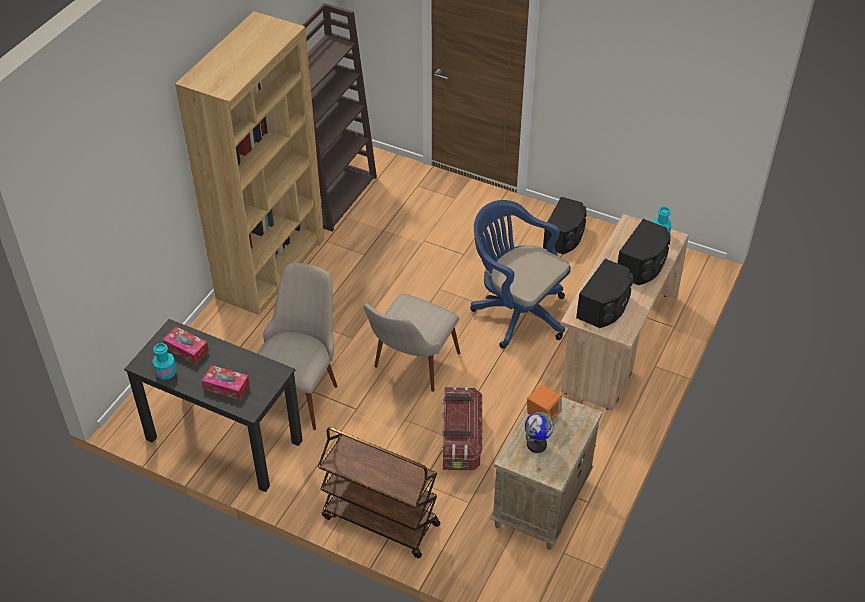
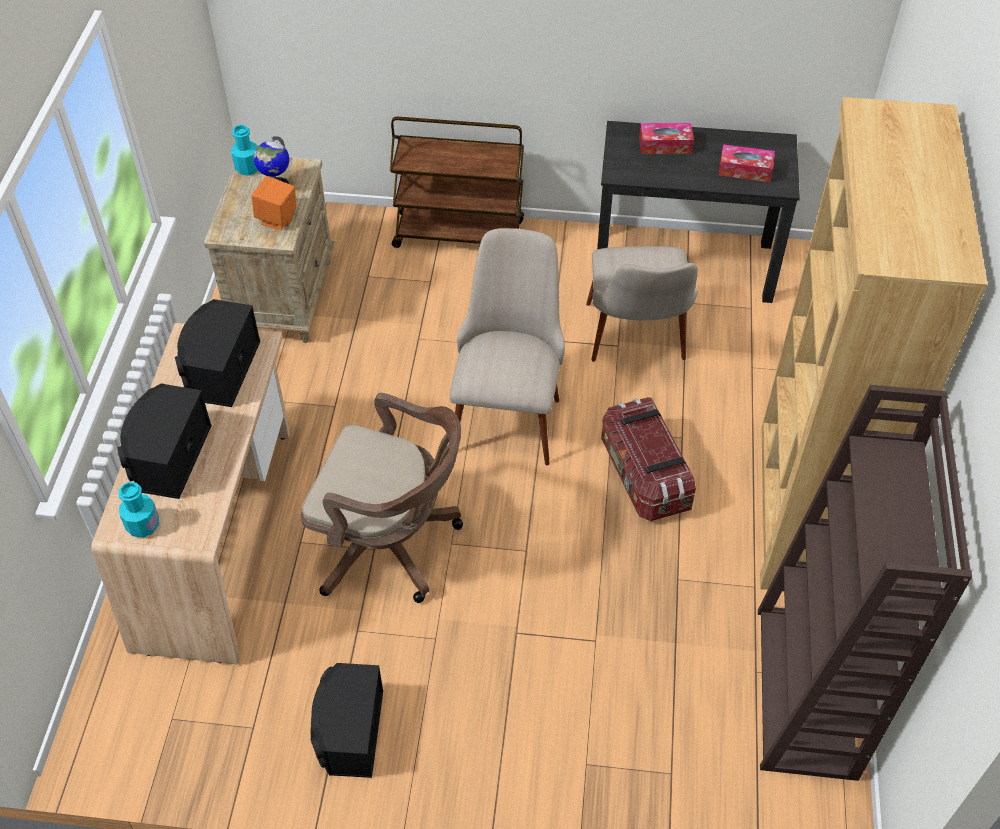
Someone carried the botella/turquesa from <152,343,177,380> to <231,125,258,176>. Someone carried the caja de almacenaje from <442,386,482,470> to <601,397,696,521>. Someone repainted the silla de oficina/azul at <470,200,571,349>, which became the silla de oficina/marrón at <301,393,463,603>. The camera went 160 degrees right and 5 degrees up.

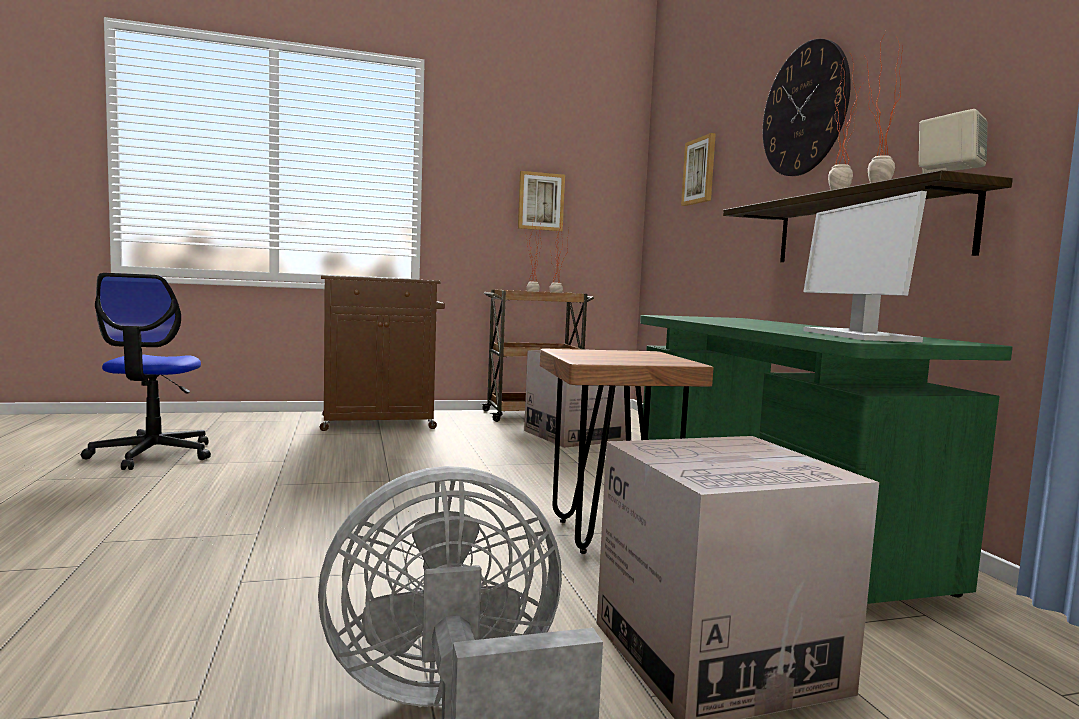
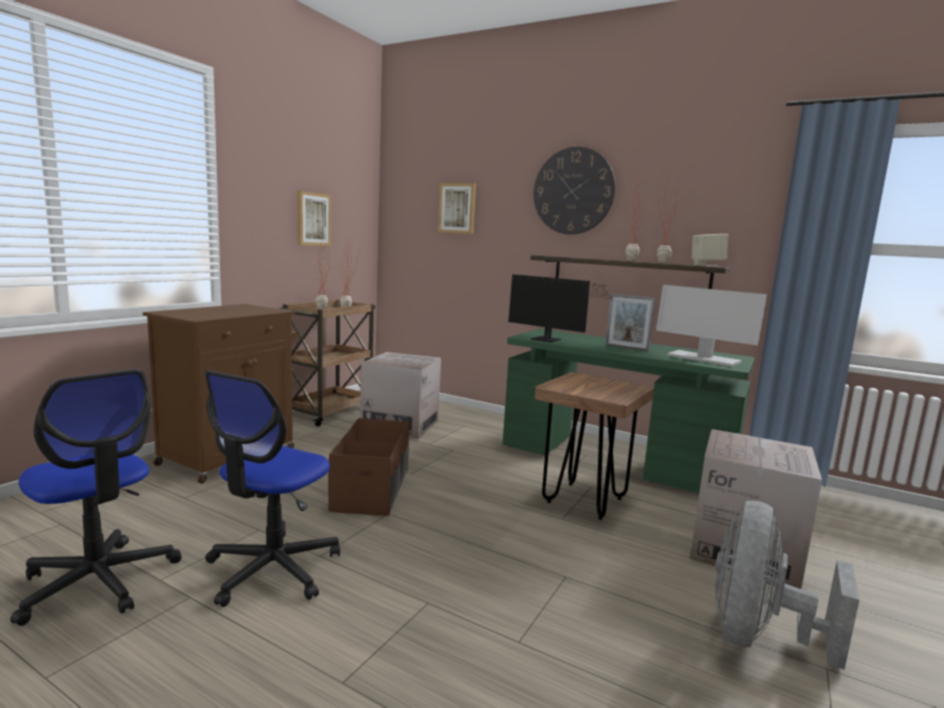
Someone put down the silla de oficina at <204,370,340,607>. Someone put down the caja de almacenaje/marrón at <328,418,409,516>. Someone put down the monitor at <508,274,616,342>. Someone put down the portarretratos at <605,294,655,351>. The camera went 45 degrees left and 5 degrees up.

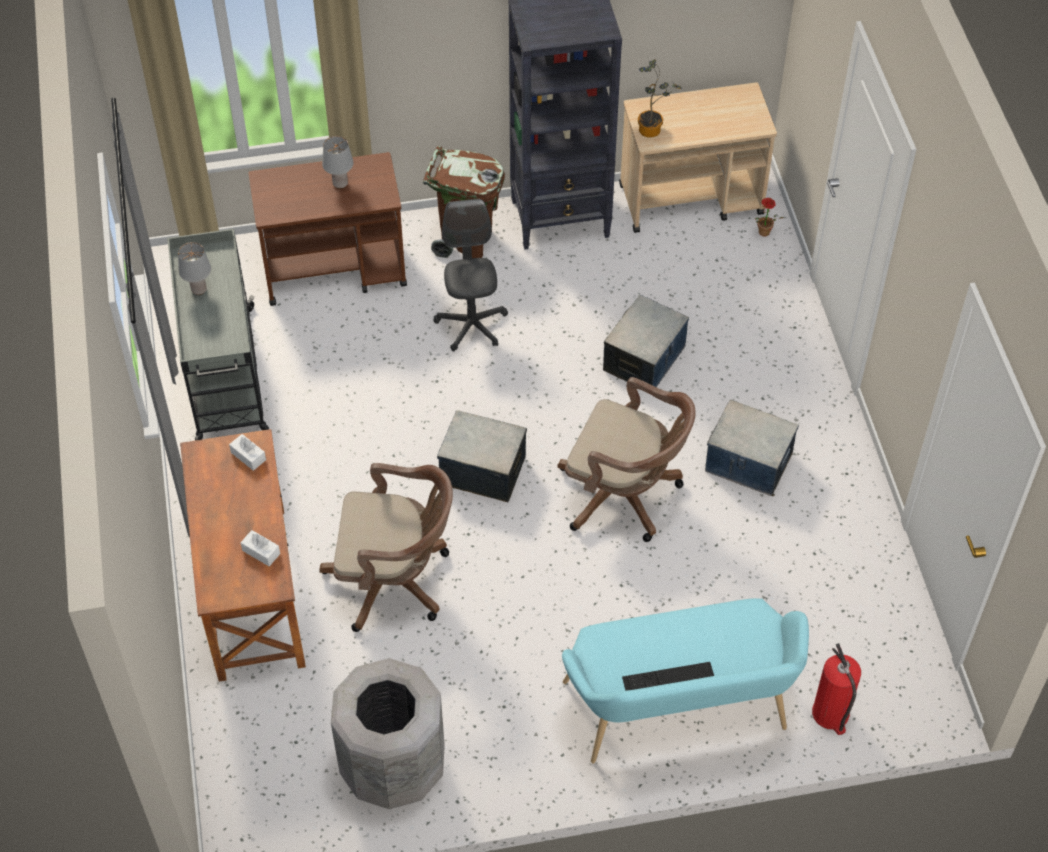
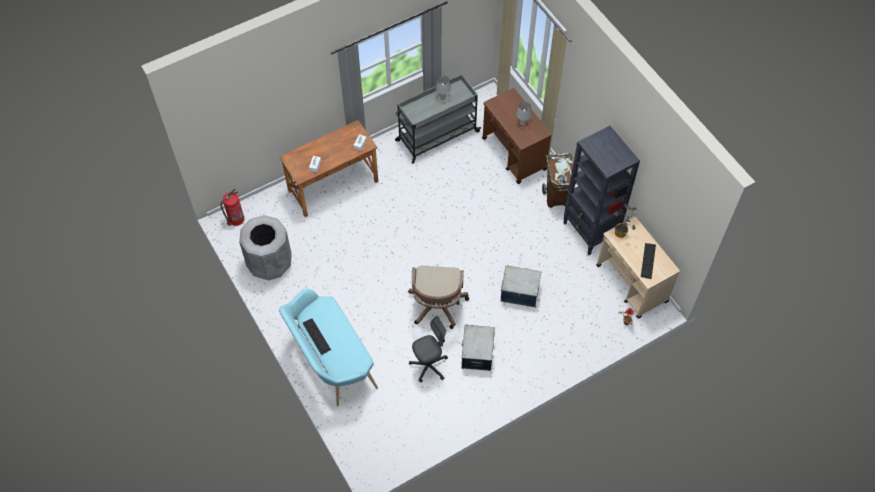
Someone took away the silla de oficina/marrón at <319,463,453,632>. Someone took away the caja de almacenaje at <437,410,527,502>. Someone put down the teclado at <641,243,656,279>. Someone carried the silla de oficina/gris from <434,199,508,352> to <409,316,448,383>. Someone carried the extintor from <812,643,861,735> to <220,189,245,226>. The camera went 70 degrees right and 5 degrees up.

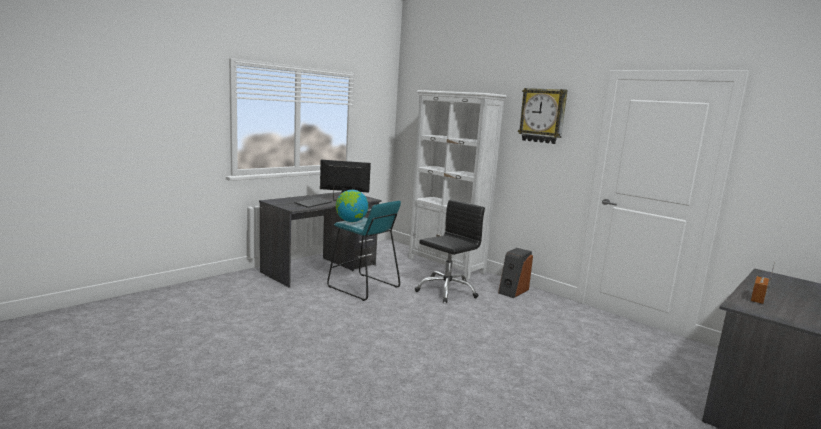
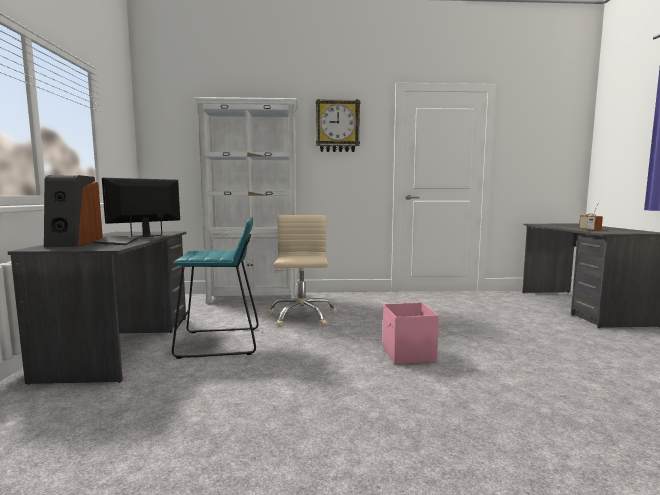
Someone took away the globo terráqueo at <336,190,368,222>. Someone put down the caja de almacenaje/rosa at <383,303,439,364>. Someone carried the altavoz from <498,248,533,298> to <44,175,103,247>. Someone repainted the silla de oficina/negro at <415,199,485,303>, which became the silla de oficina/beis at <267,215,337,326>. The camera went 45 degrees left and 5 degrees down.

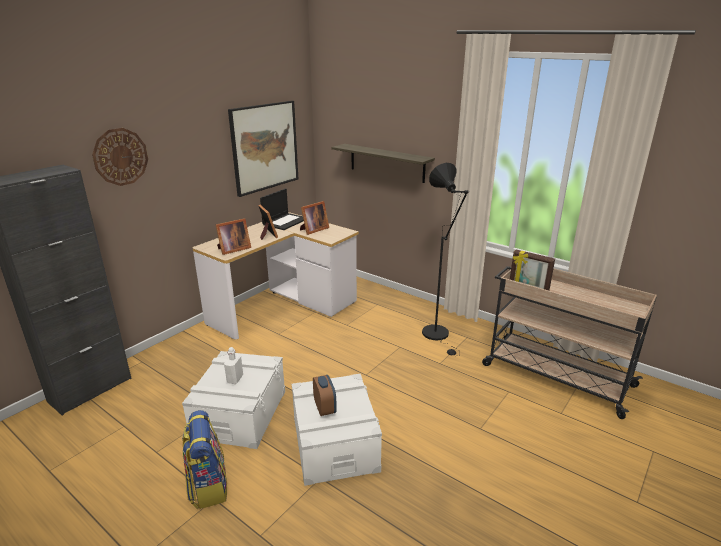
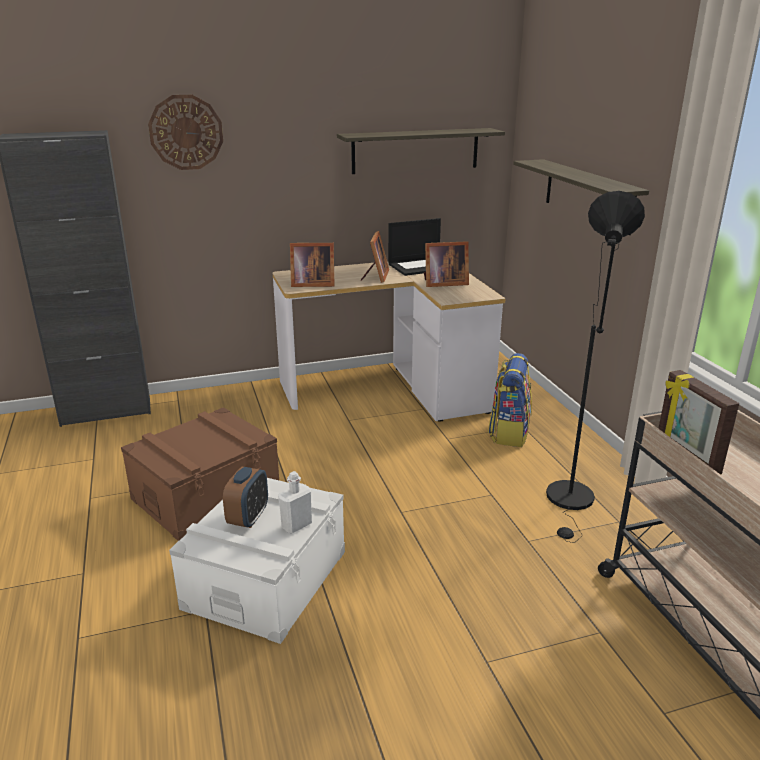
Someone carried the mochila from <182,410,227,509> to <488,353,532,447>. Someone carried the botella/blanco from <224,347,243,384> to <278,471,312,534>. Someone swapped the cuadro at <228,100,298,197> for the estante at <337,128,505,174>. Someone repainted the caja de almacenaje/blanco at <182,351,285,449>, which became the caja de almacenaje/marrón at <121,407,279,541>. The camera went 35 degrees right and 0 degrees up.

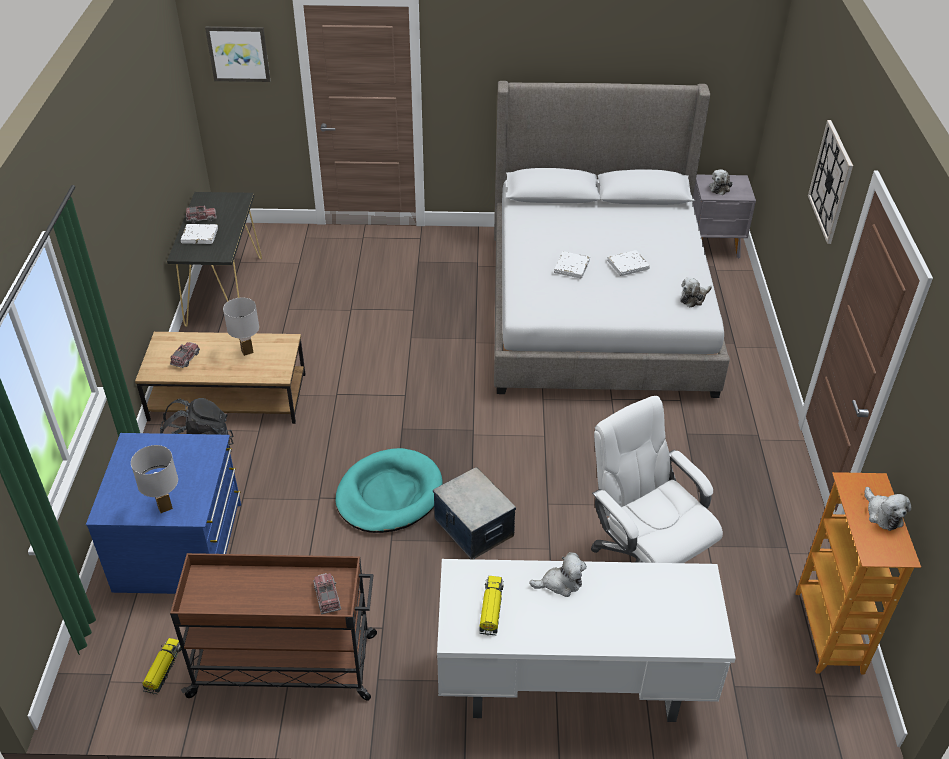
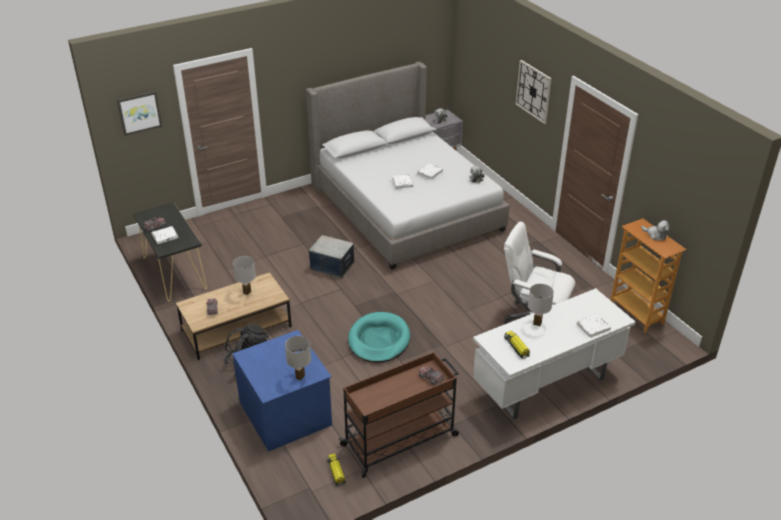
Someone put down the libro/blanco at <577,314,611,337>. Someone carried the caja de almacenaje from <433,467,516,559> to <308,235,354,278>. Someone swapped the peluche at <529,552,587,597> for the lámpara de mesa/blanco at <528,284,554,326>. The camera went 30 degrees left and 5 degrees down.

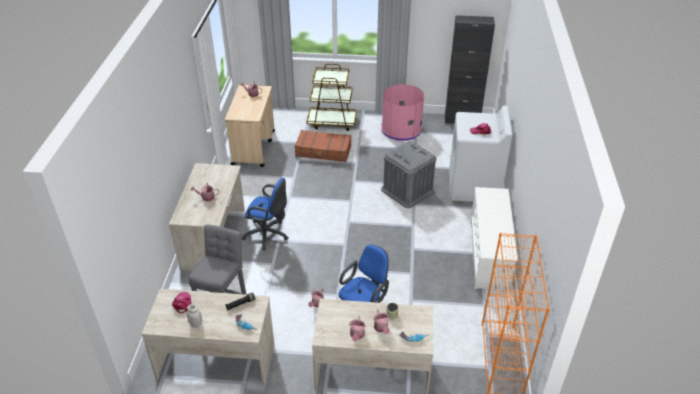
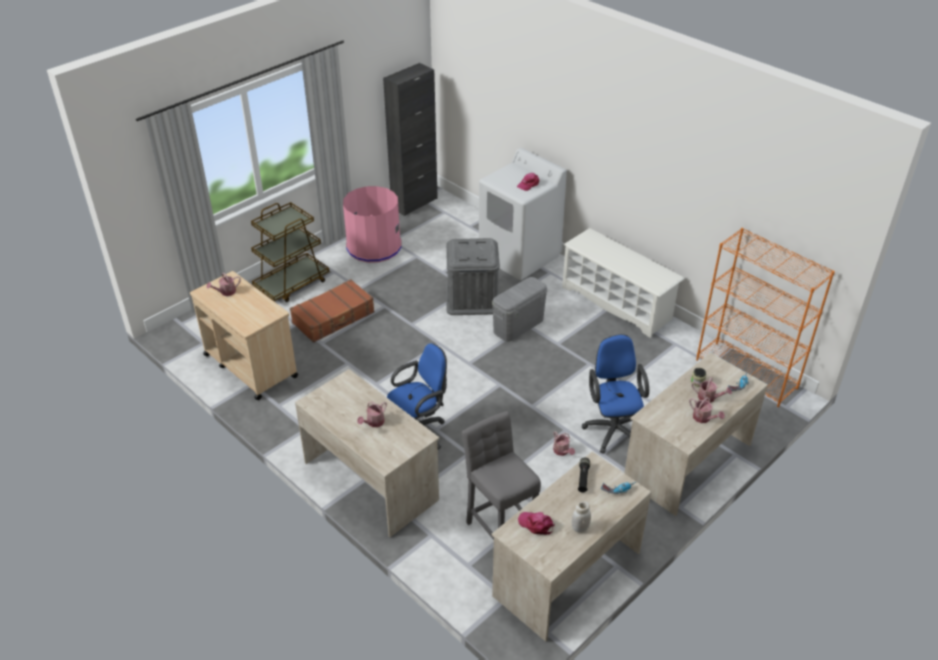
Someone put down the caja de almacenaje/gris at <492,277,547,342>. The camera went 50 degrees left and 0 degrees up.

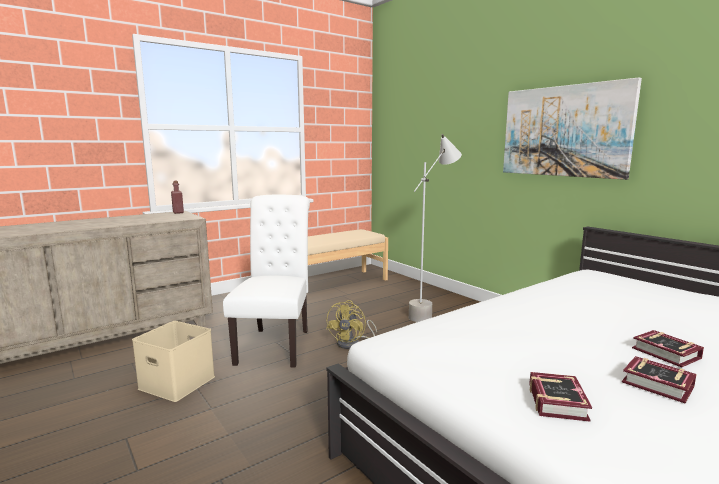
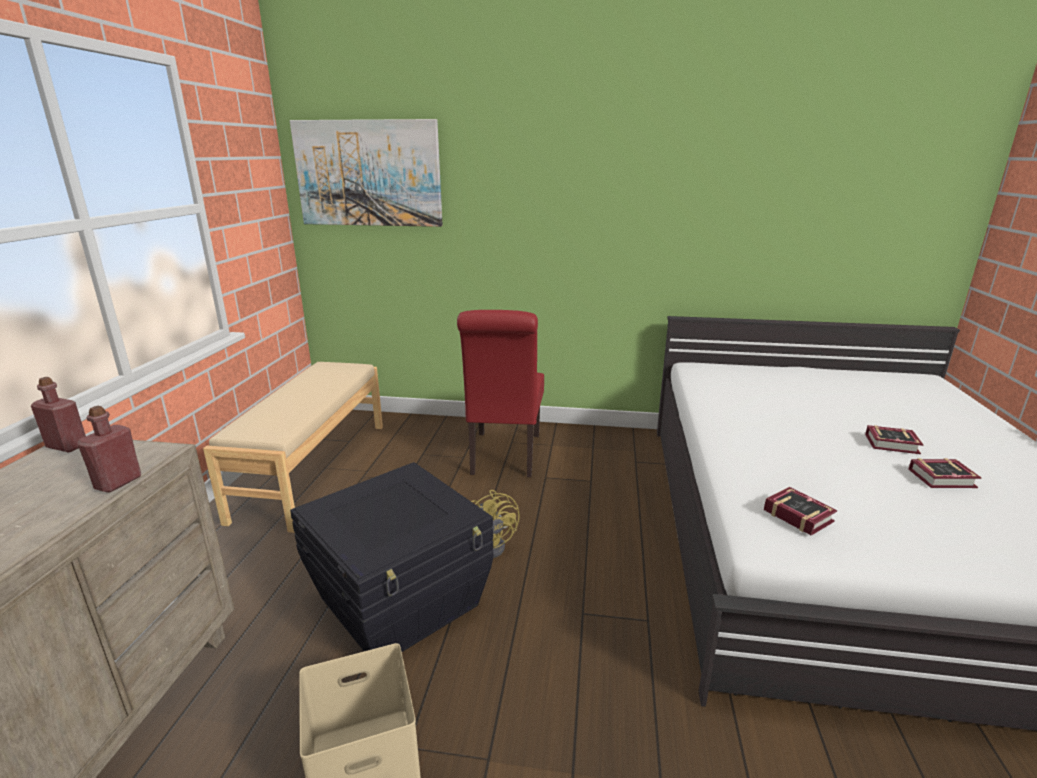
Someone put down the botella/rojo at <77,406,141,493>. Someone carried the cuadro from <503,77,642,180> to <290,119,443,227>. Someone carried the libro from <529,372,592,422> to <764,487,837,535>. Someone swapped the silla/blanco at <223,195,310,368> for the caja de almacenaje/negro at <290,462,494,652>. Someone swapped the lámpara de pie/gris at <409,134,462,322> for the silla/rojo at <457,310,544,477>. The camera went 45 degrees left and 10 degrees up.

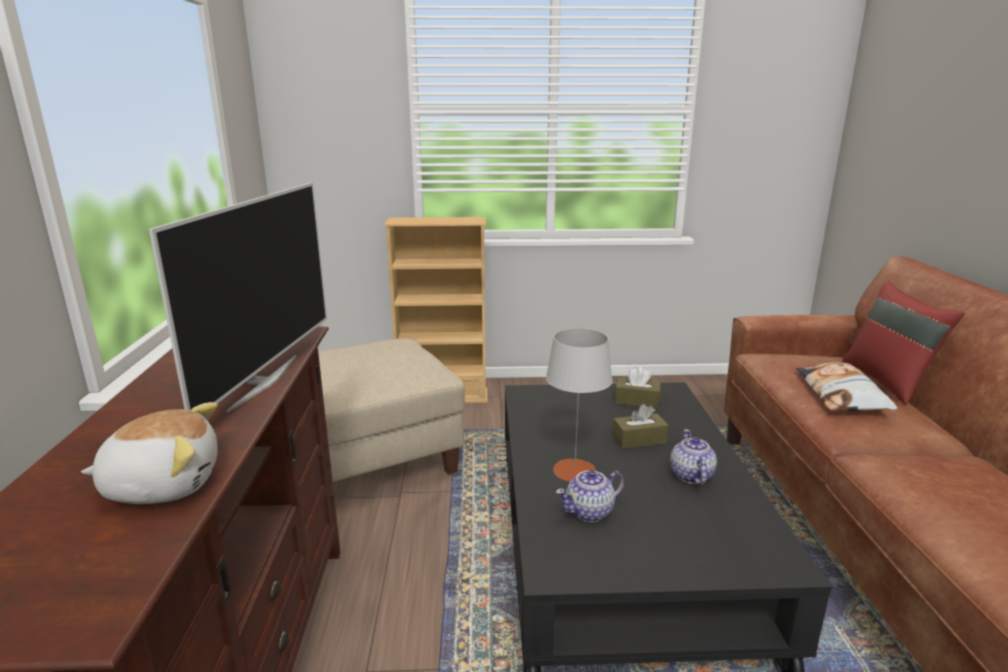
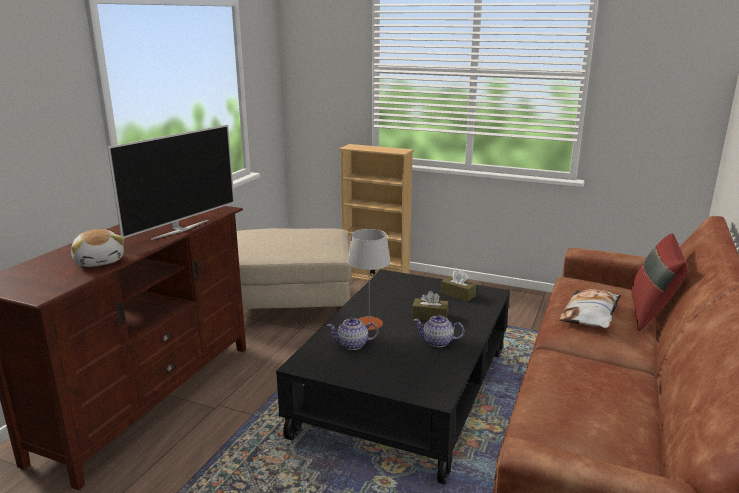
Someone rotated the peluche at <81,402,218,504> by 45 degrees clockwise. Someone rotated the tetera at <670,429,717,485> by 105 degrees counterclockwise. The camera went 25 degrees right and 0 degrees up.

